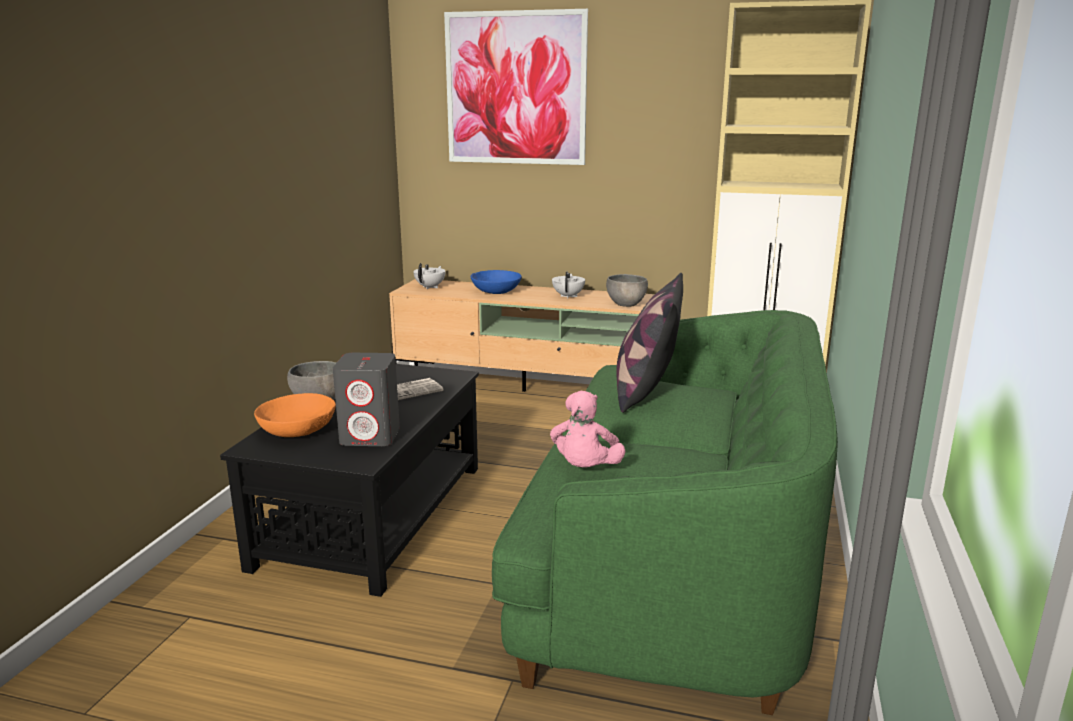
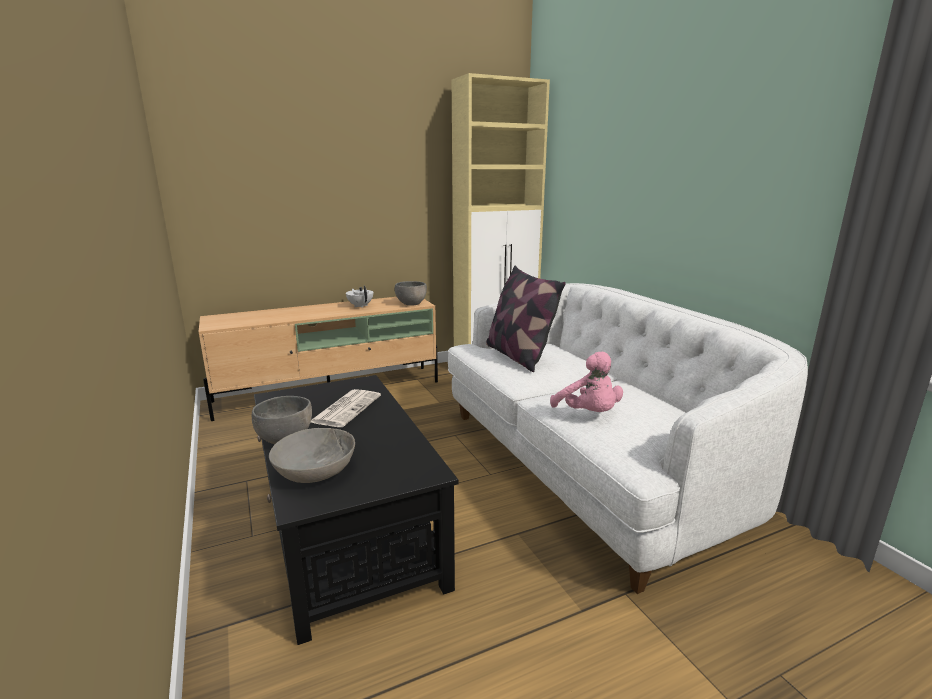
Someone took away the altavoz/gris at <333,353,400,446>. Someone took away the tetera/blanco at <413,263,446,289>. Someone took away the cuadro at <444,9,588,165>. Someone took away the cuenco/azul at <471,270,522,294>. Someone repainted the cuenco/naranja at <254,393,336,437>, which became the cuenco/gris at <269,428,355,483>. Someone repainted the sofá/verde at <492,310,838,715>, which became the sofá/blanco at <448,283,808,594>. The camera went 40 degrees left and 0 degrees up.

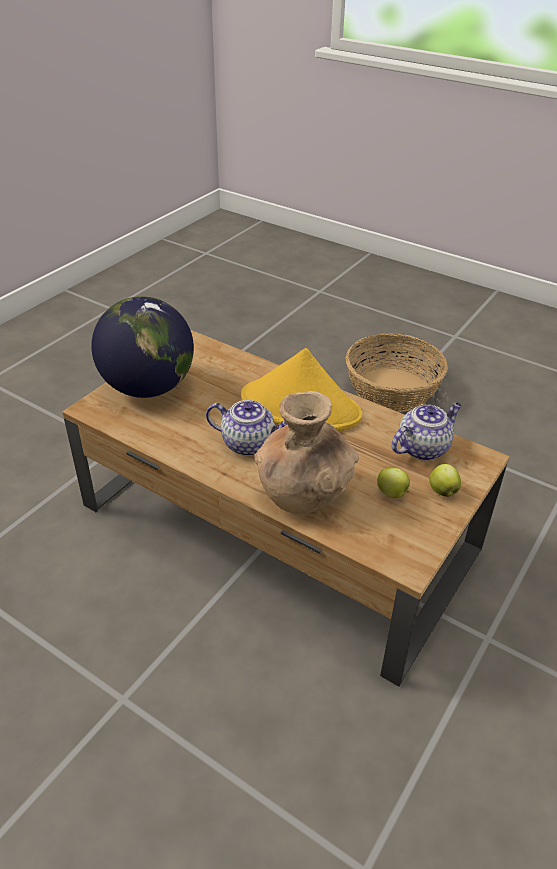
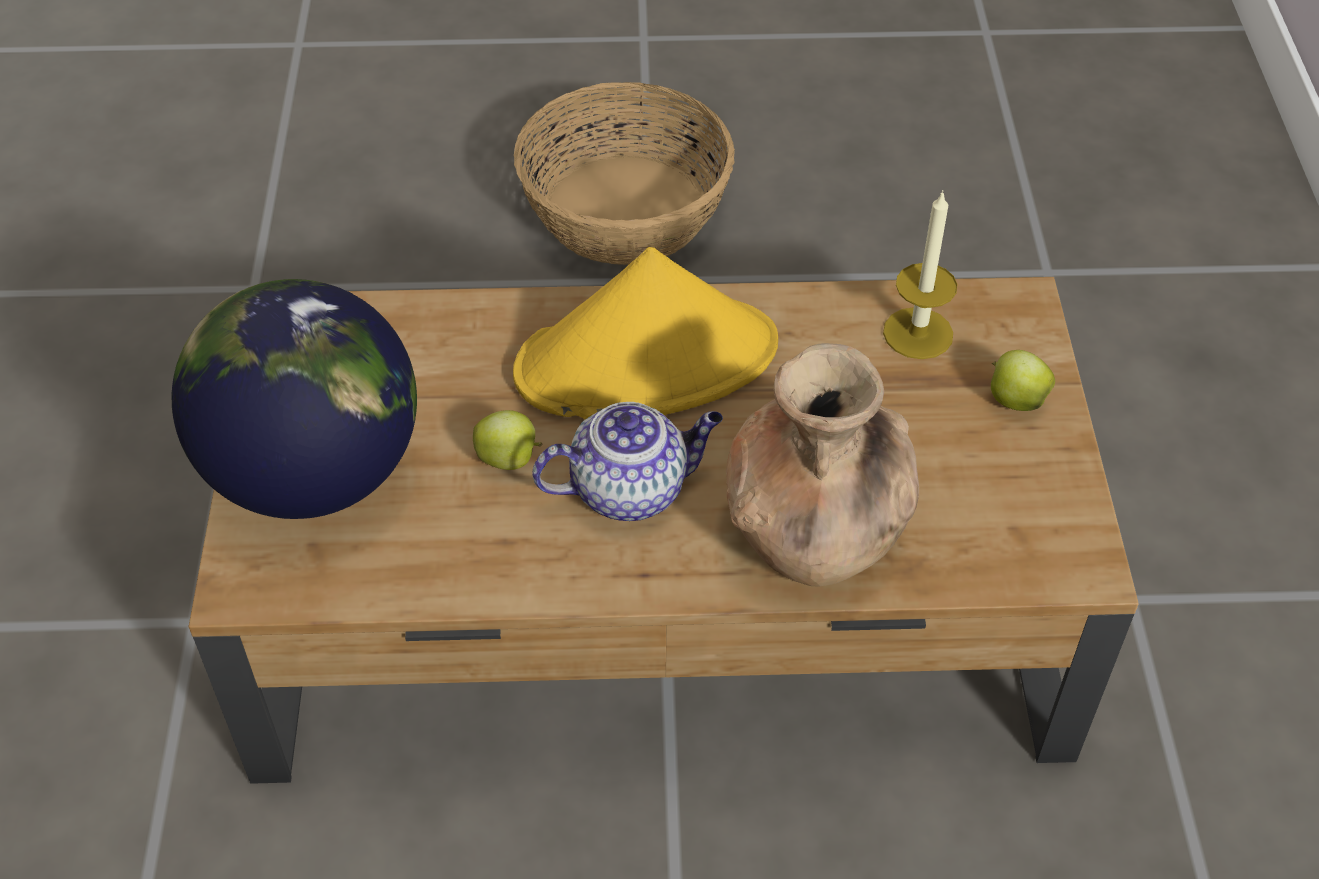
Someone carried the manzana from <377,468,410,498> to <473,410,542,470>. Someone swapped the tetera at <391,402,462,461> for the vela at <883,190,957,359>. The camera went 35 degrees left and 10 degrees up.

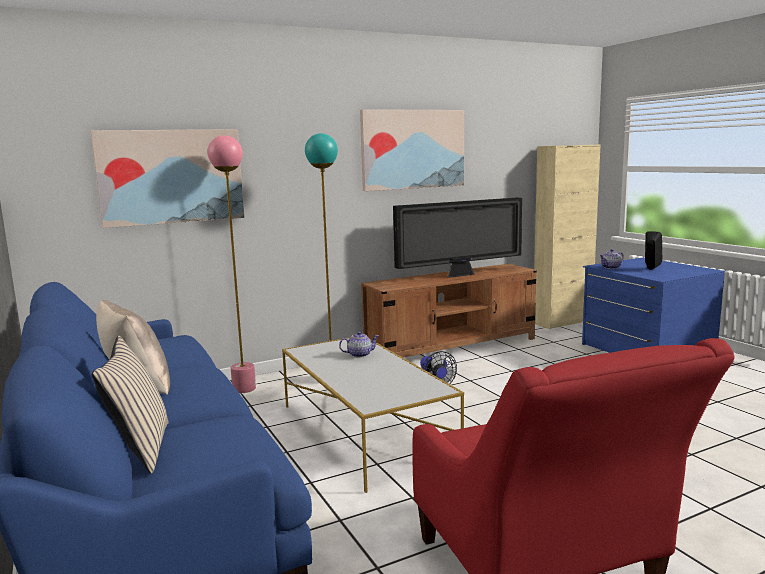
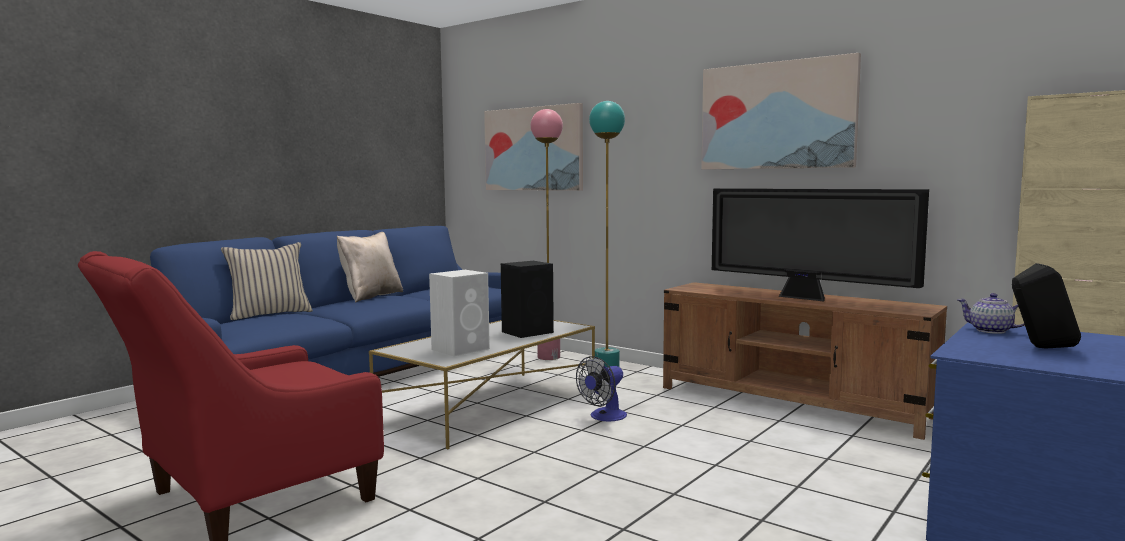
Someone put down the altavoz/blanco at <429,270,490,356>. Someone swapped the tetera at <339,331,379,358> for the altavoz/negro at <501,261,554,338>. The camera went 65 degrees right and 5 degrees down.

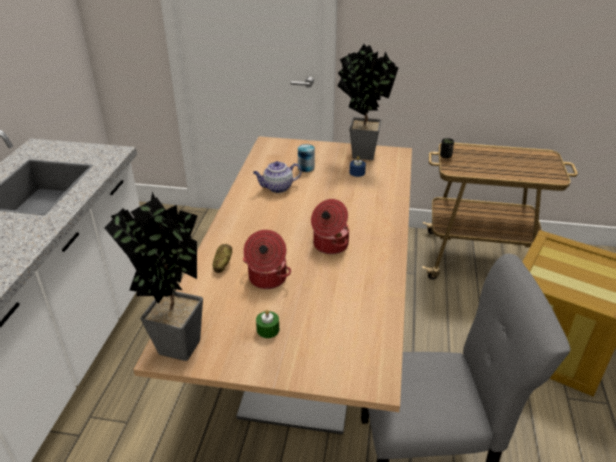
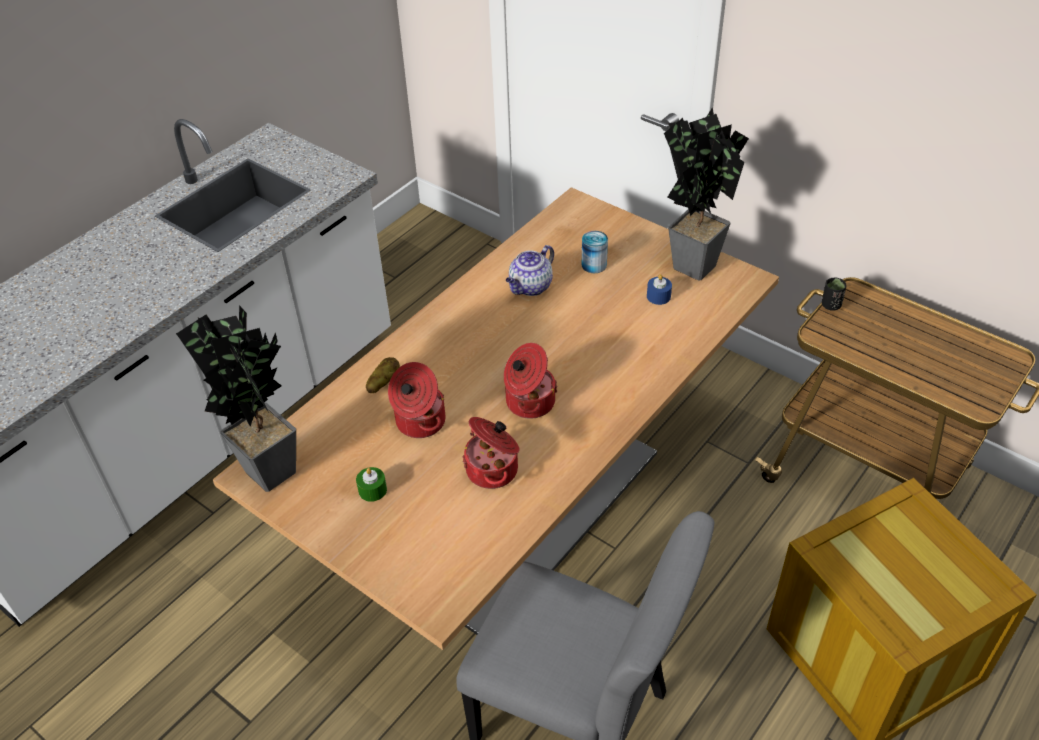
Someone put down the olla at <462,417,520,489>. Someone rotated the tetera at <253,161,302,193> by 60 degrees counterclockwise. The camera went 30 degrees right and 10 degrees up.

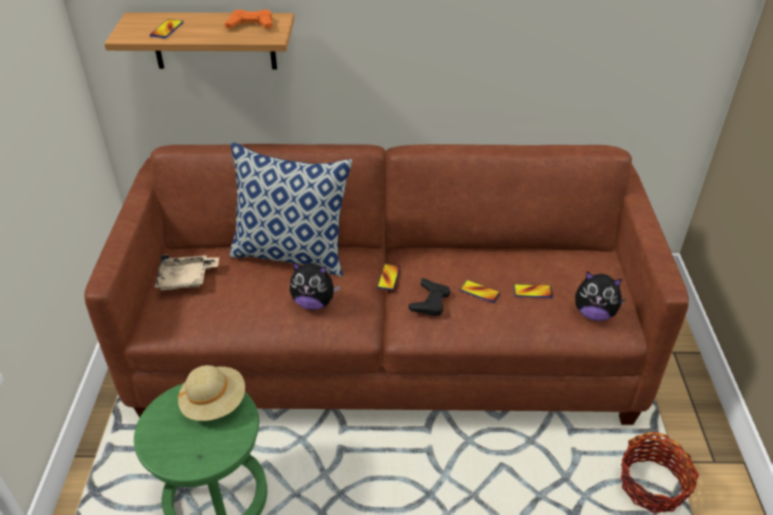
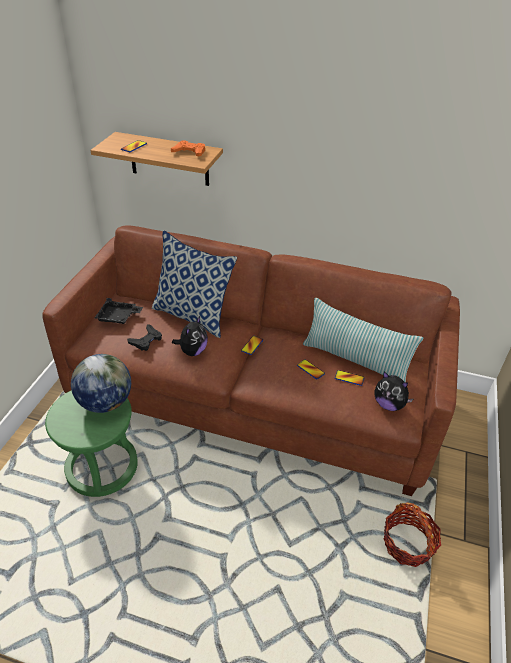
Someone put down the cojín at <303,298,423,382>. Someone carried the mando de consola/negro from <408,278,450,317> to <127,324,162,351>. Someone swapped the sombrero/beis at <178,365,245,421> for the globo terráqueo at <71,354,131,413>. Someone repainted the bandeja/beis at <154,255,219,290>, which became the bandeja/negro at <95,298,143,324>. Someone rotated the peluche at <290,262,341,310> by 90 degrees counterclockwise. The camera went 15 degrees right and 0 degrees up.

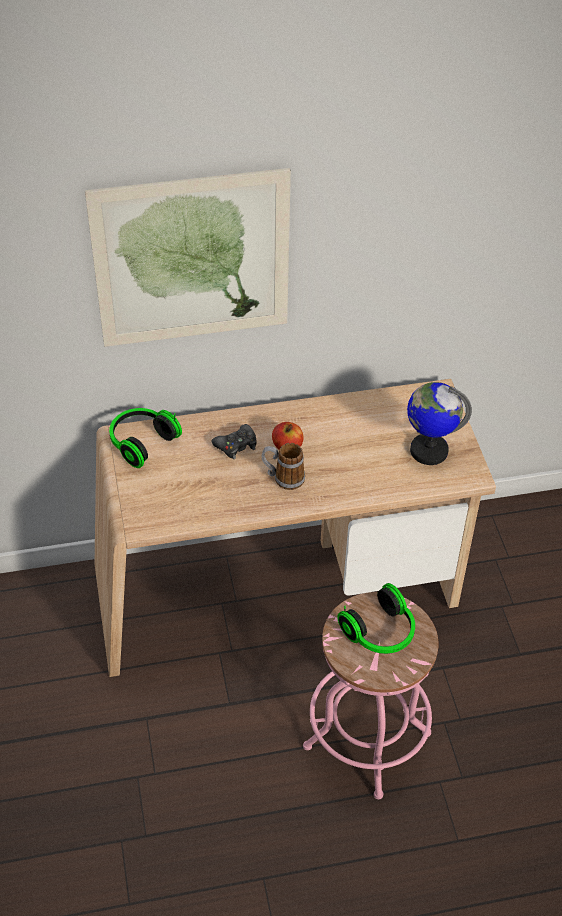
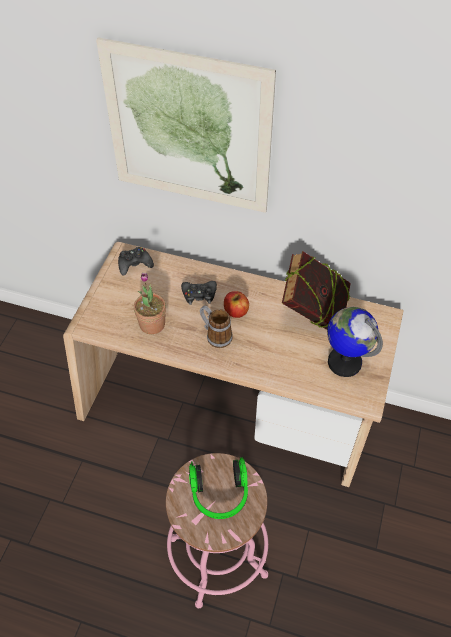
Someone put down the planta en maceta at <134,272,166,334>. Someone put down the libro at <282,251,351,330>. Someone swapped the auriculares at <109,408,182,468> for the mando de consola/negro at <118,247,154,276>. The camera went 30 degrees right and 5 degrees up.

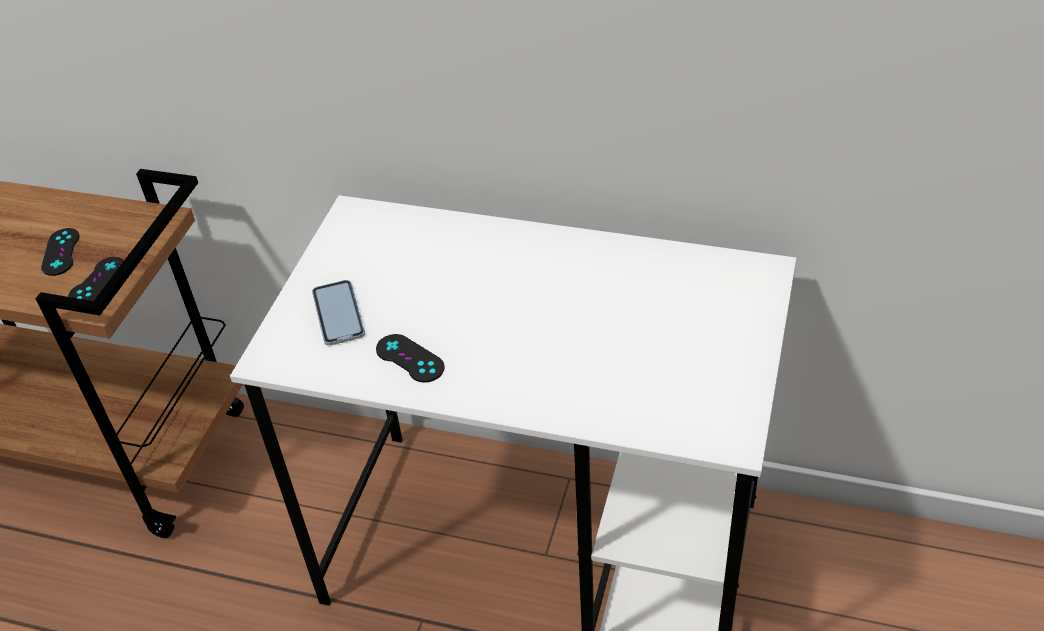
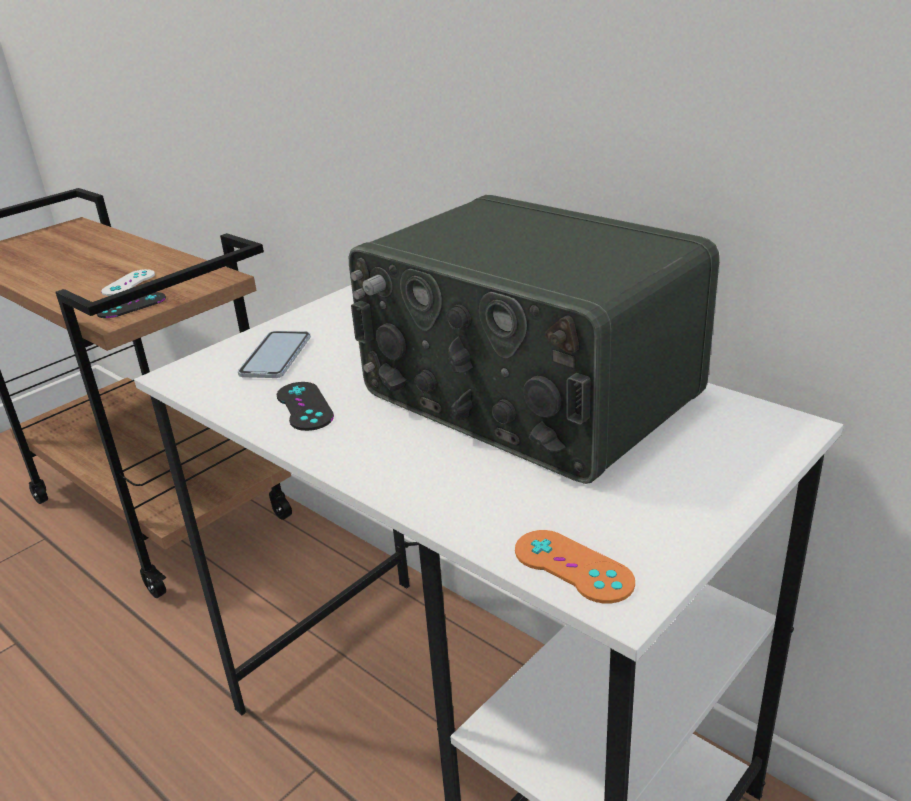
Someone put down the radio at <349,195,719,484>. Someone put down the mando de consola/naranja at <515,530,635,604>. Someone repainted the mando de consola/negro at <41,228,80,276>, which became the mando de consola/blanco at <101,269,155,296>. The camera went 25 degrees right and 15 degrees down.

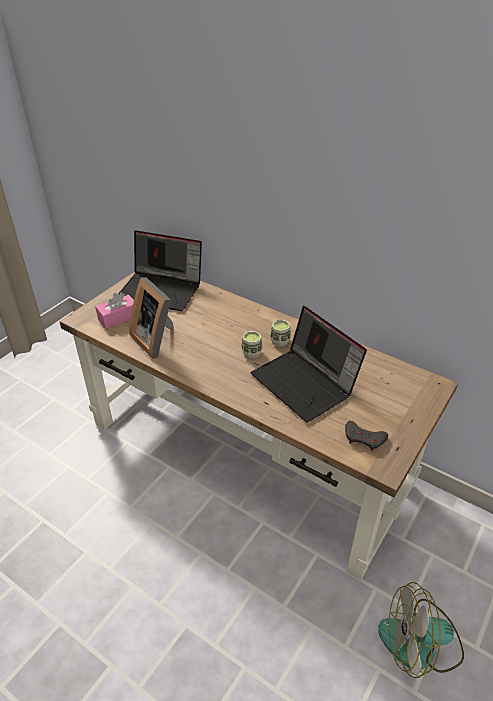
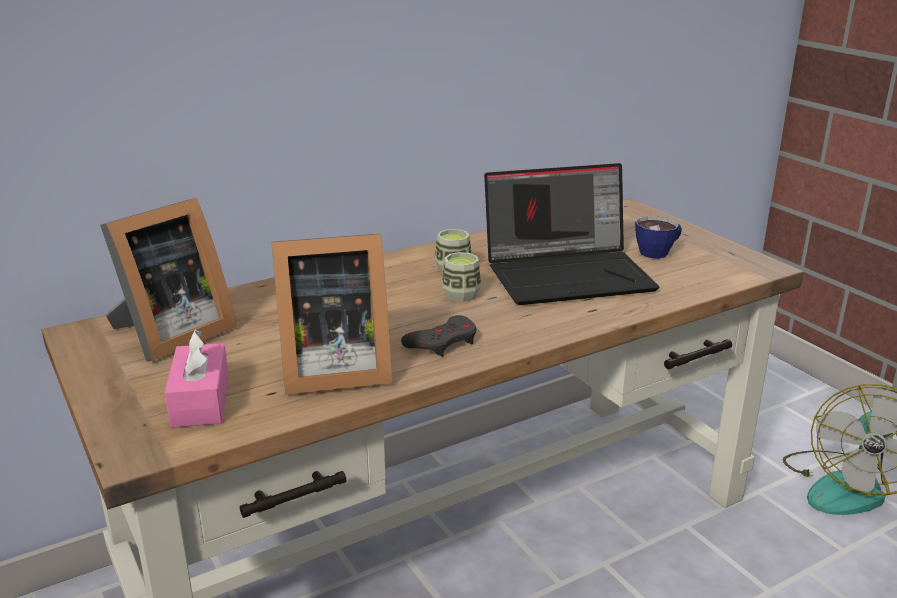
Someone put down the taza at <635,216,682,258>. Someone carried the mando de consola/gris from <345,421,388,451> to <401,315,476,357>. Someone swapped the portátil at <118,230,202,311> for the portarretratos at <100,198,236,361>. The camera went 65 degrees left and 15 degrees down.

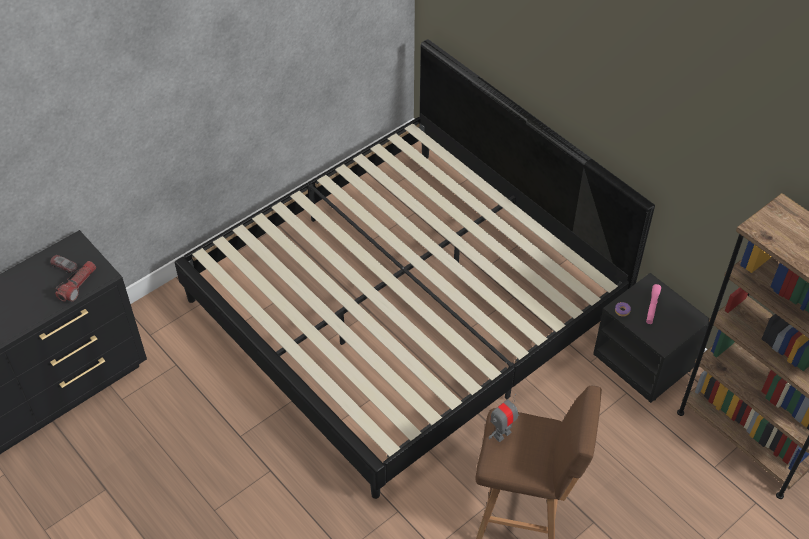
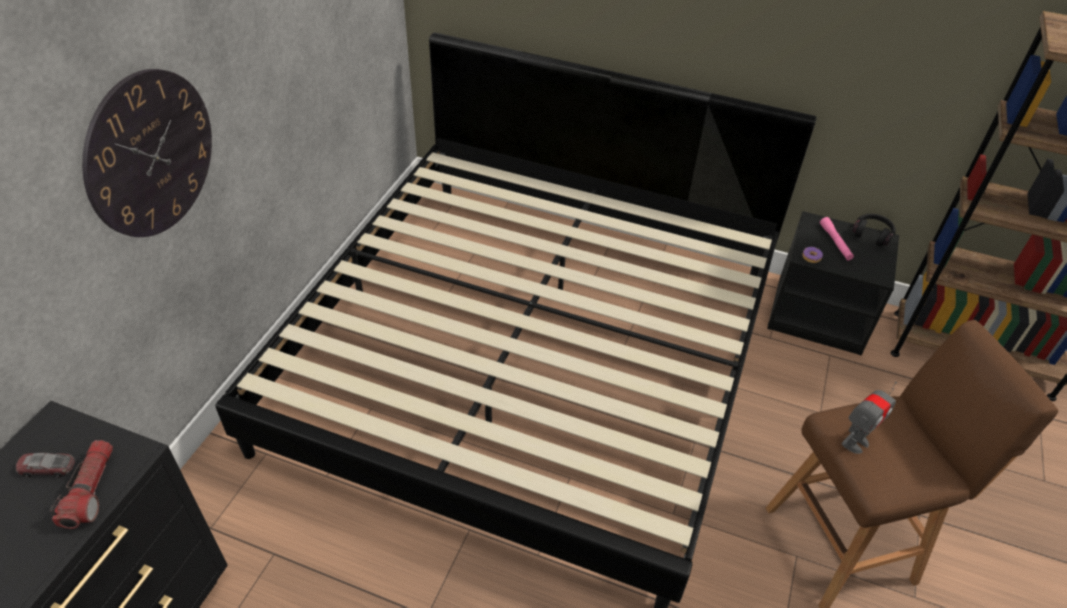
Someone put up the reloj de pared at <82,69,212,237>. Someone put down the auriculares/negro at <852,214,896,246>. Someone rotated the robot de juguete at <488,394,519,442> by 150 degrees counterclockwise. The camera went 30 degrees left and 5 degrees down.

